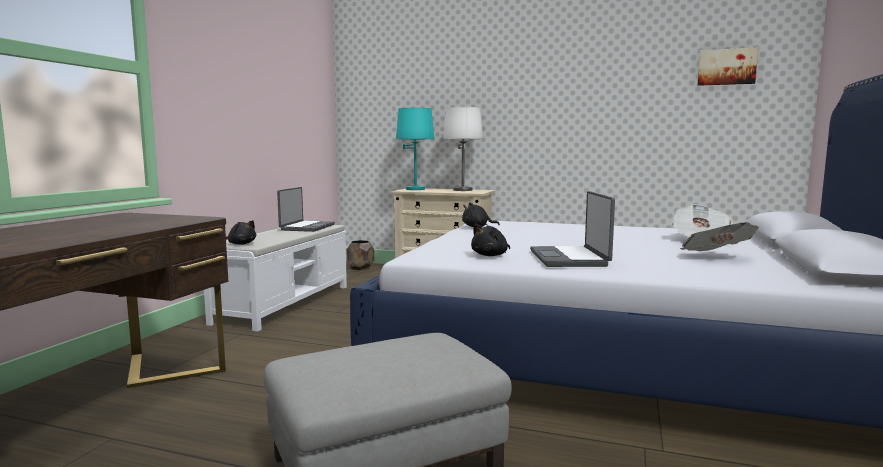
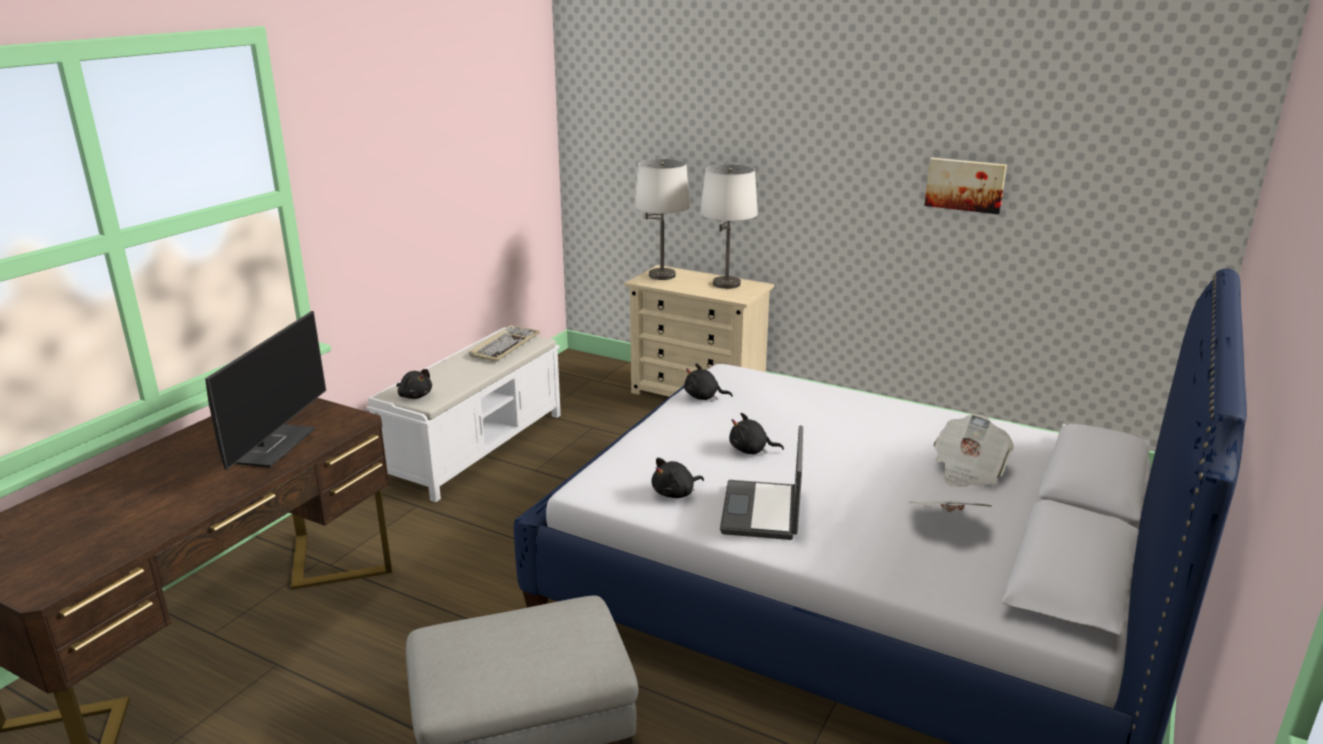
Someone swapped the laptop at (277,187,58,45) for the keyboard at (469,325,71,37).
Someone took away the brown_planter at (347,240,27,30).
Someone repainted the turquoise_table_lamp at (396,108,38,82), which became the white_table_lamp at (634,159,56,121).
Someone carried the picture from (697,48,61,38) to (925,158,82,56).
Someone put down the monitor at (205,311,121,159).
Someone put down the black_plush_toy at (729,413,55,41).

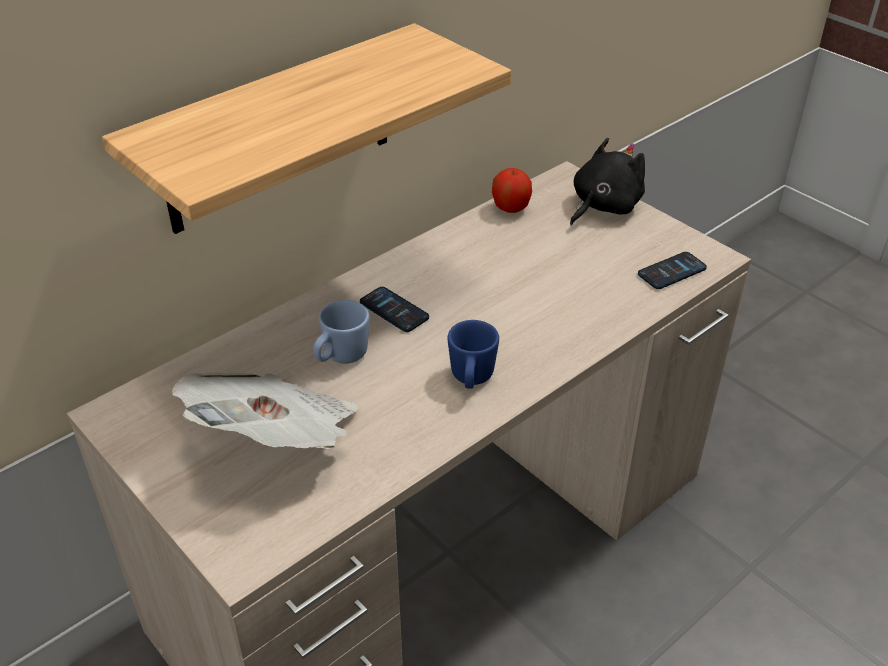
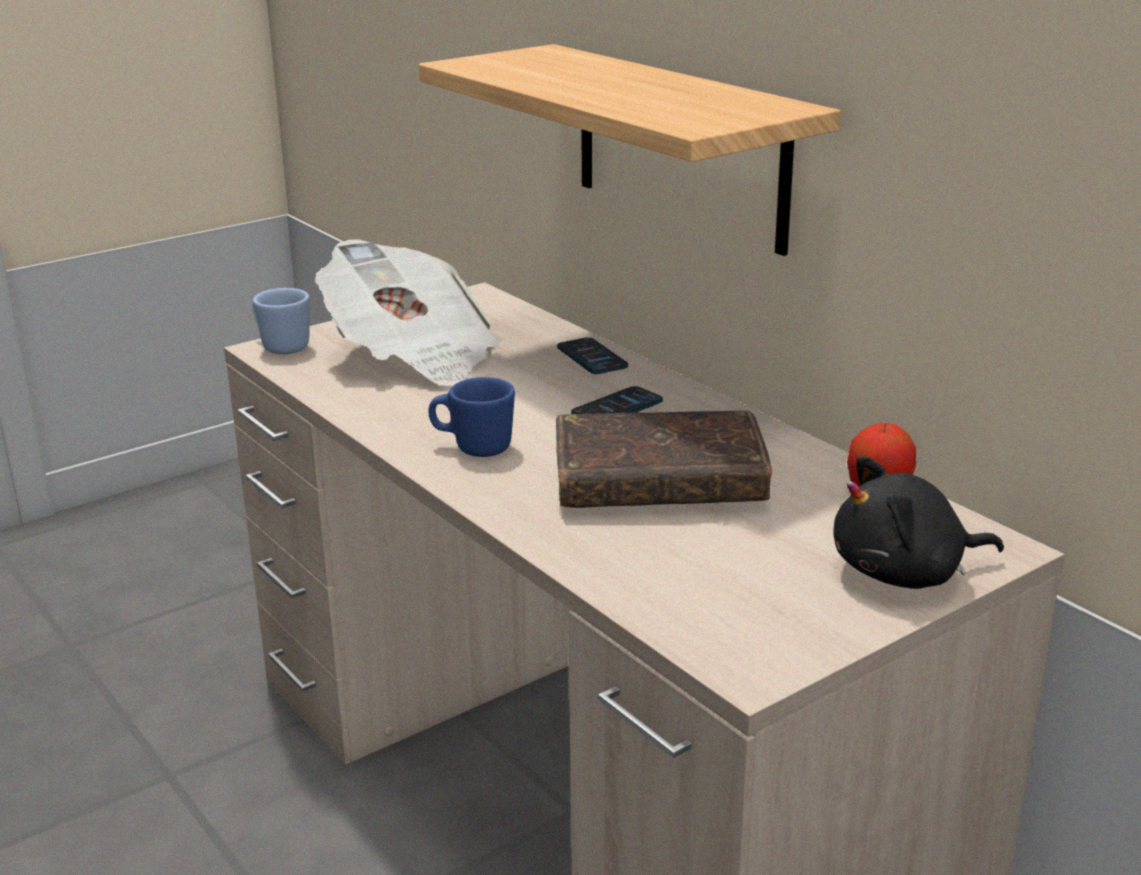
Someone carried the blue_mug from (313,300,56,63) to (253,288,57,66).
Someone rotated the black_plush_toy at (570,138,75,87) by 120 degrees clockwise.
Someone carried the phone from (638,252,69,37) to (557,337,71,37).
Someone put down the brown_book at (556,411,216,97).

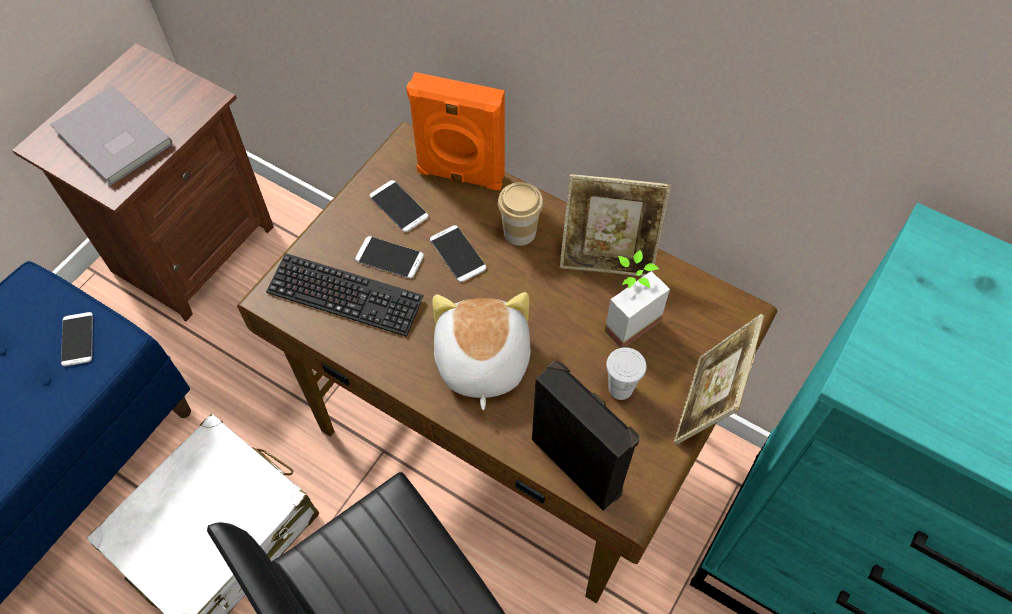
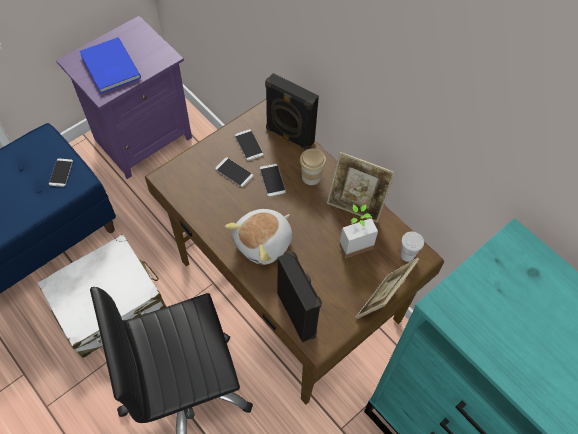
Someone repainted the brown_nightstand at (12,43,262,278), which became the purple_nightstand at (56,16,136,163).
Someone repainted the grey_book at (50,86,122,100), which became the blue_book at (79,37,62,56).
Someone took away the keyboard at (266,253,158,84).
Someone repainted the orange_speaker at (406,72,99,118), which became the black_speaker at (265,73,54,77).
Someone rotated the plush_toy at (432,292,99,118) by 150 degrees counterclockwise.
Someone carried the white_cup from (606,347,41,53) to (401,232,23,30).

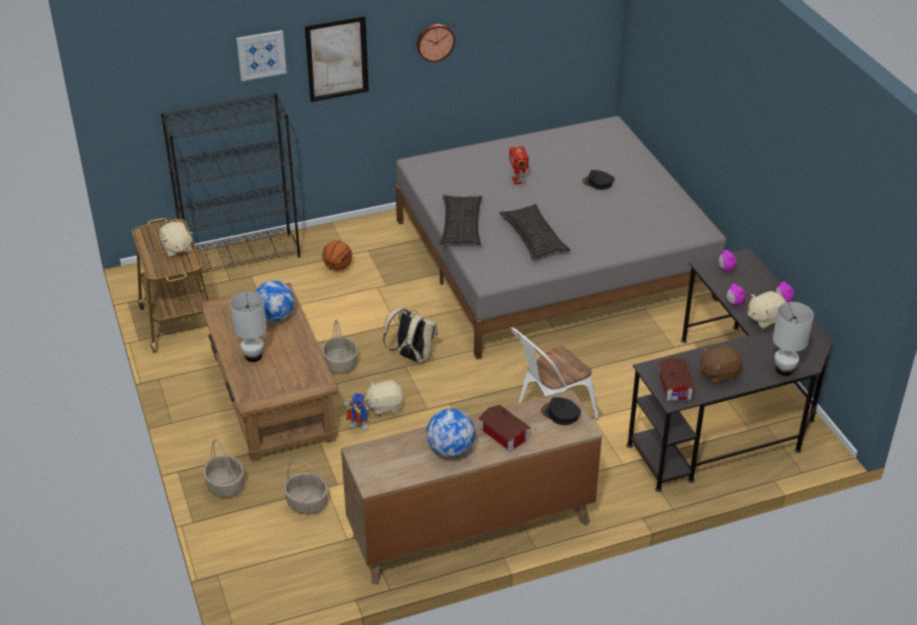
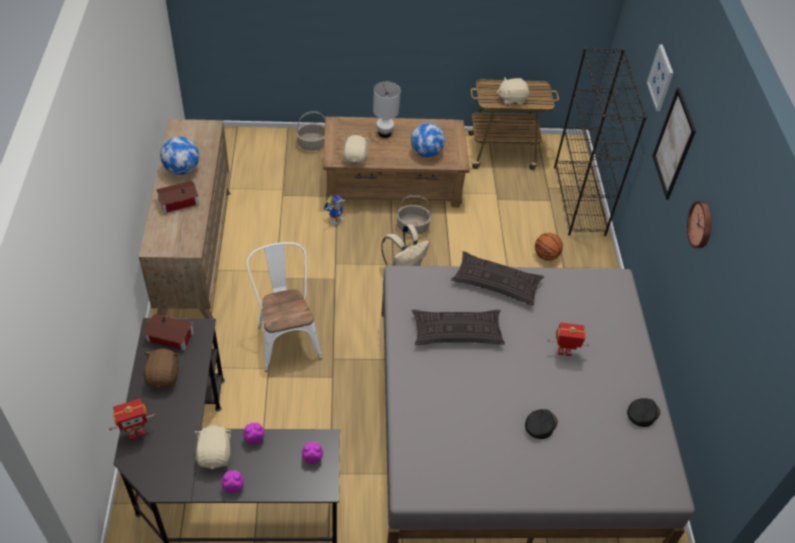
Someone took away the basket at (283,459,45,56).
Someone carried the beige_plush_toy from (364,380,40,36) to (343,135,27,29).
Someone carried the black_cap from (541,397,40,28) to (627,398,33,29).
Someone swapped the white_table_lamp at (773,302,41,74) for the toy_robot at (109,399,47,41).

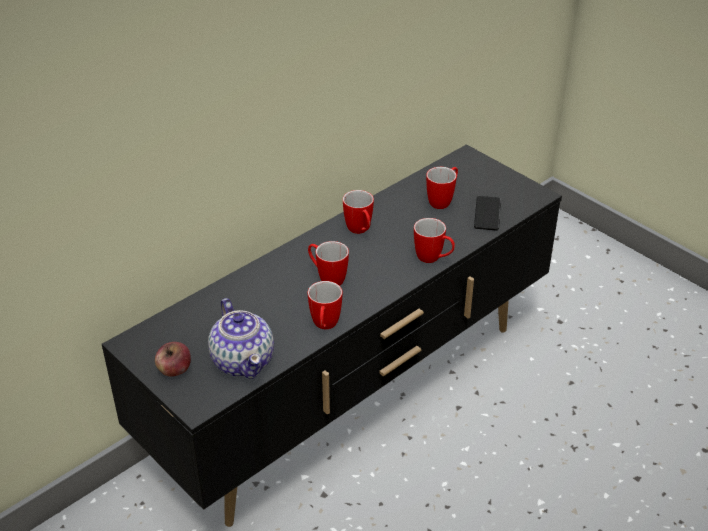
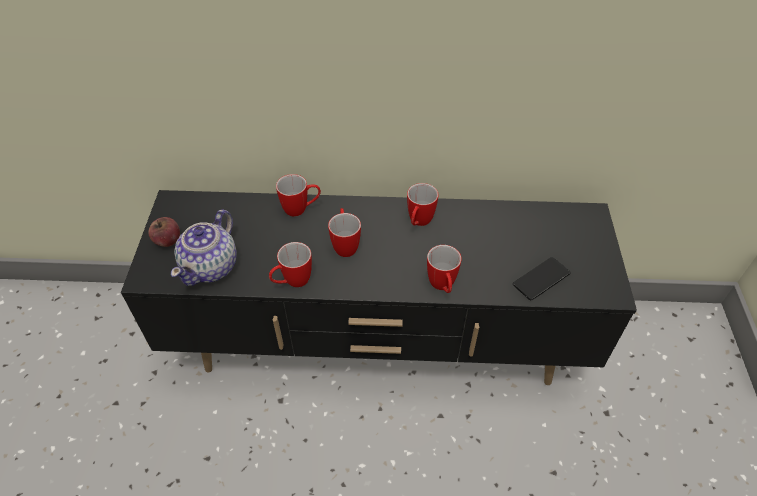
Someone carried the mug from (426,167,32,42) to (276,174,45,43).

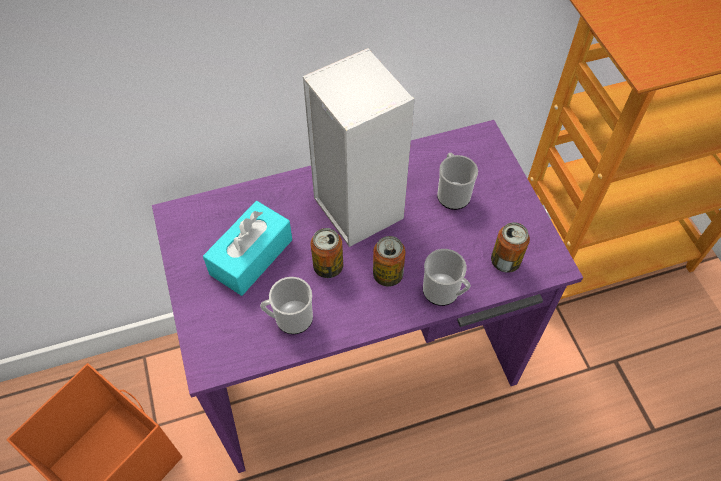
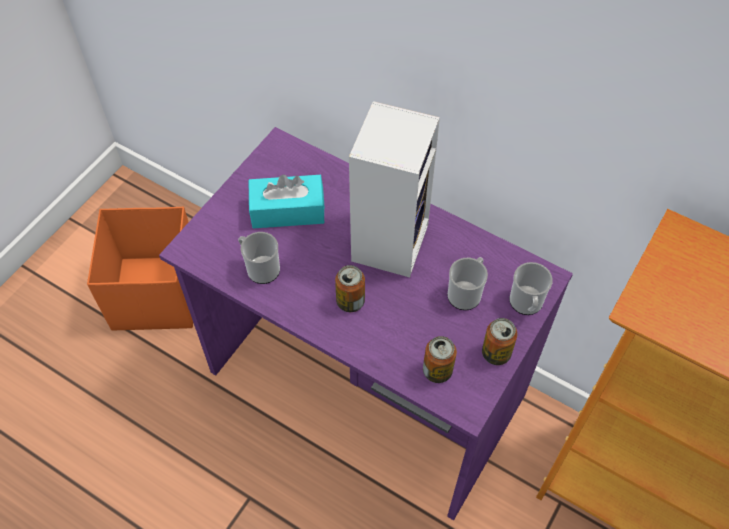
Someone carried the can from (310,228,33,50) to (482,318,35,47).
Someone carried the mug from (423,249,48,57) to (510,262,43,53).

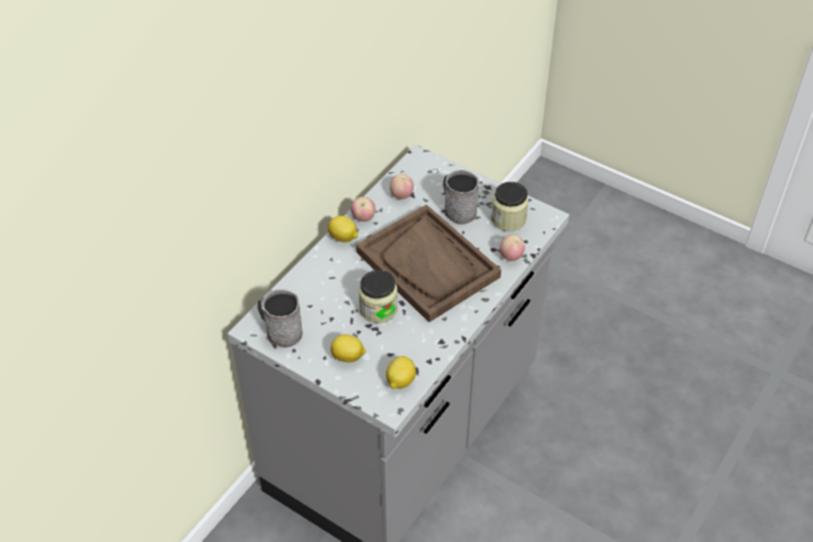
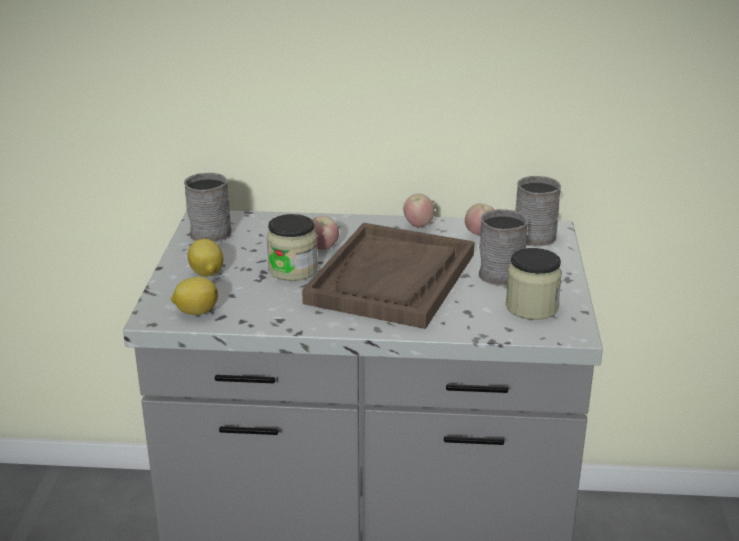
Someone took away the lemon at (328,216,30,26).
Someone carried the apple from (499,235,26,26) to (312,216,27,34).
Someone put down the grey_mug at (515,176,46,71).

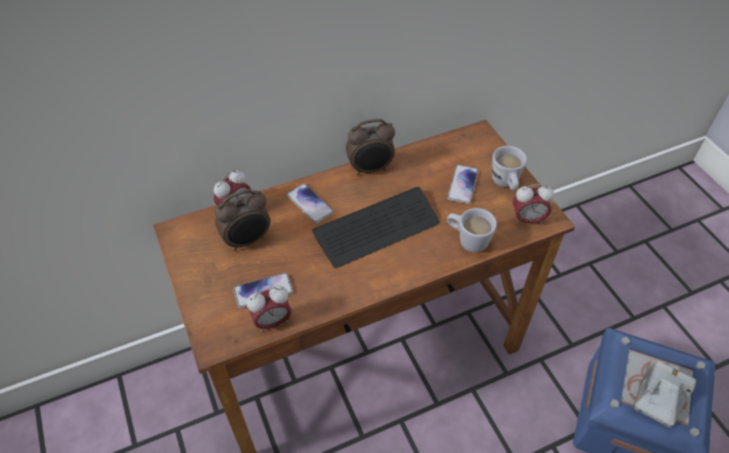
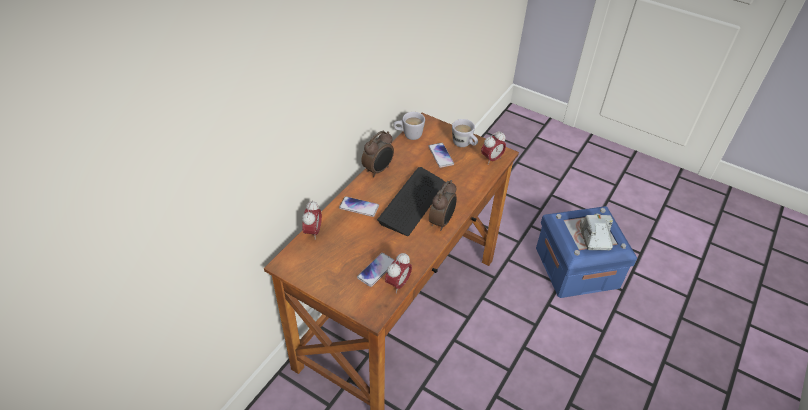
Someone carried the alarm_clock from (215,189,55,62) to (429,180,28,51).
Someone carried the white_mug from (447,208,50,45) to (393,112,32,28).

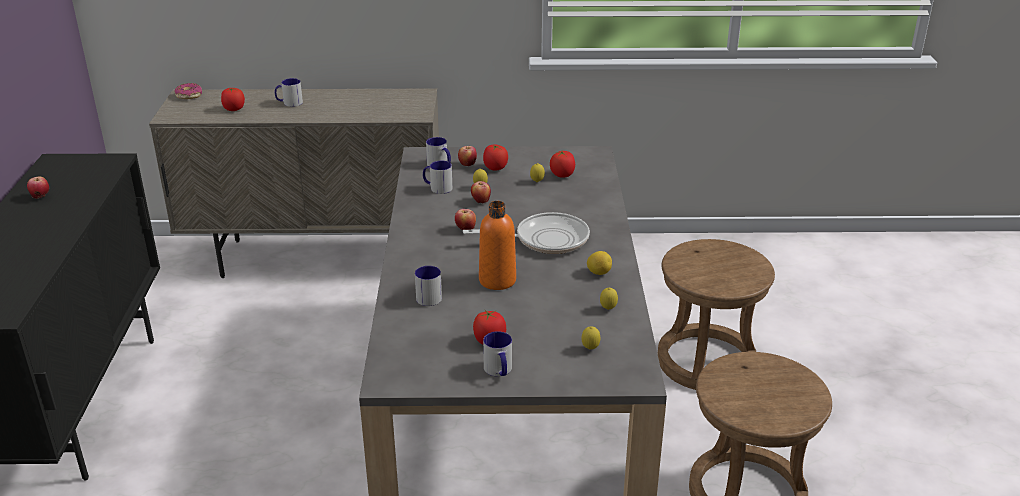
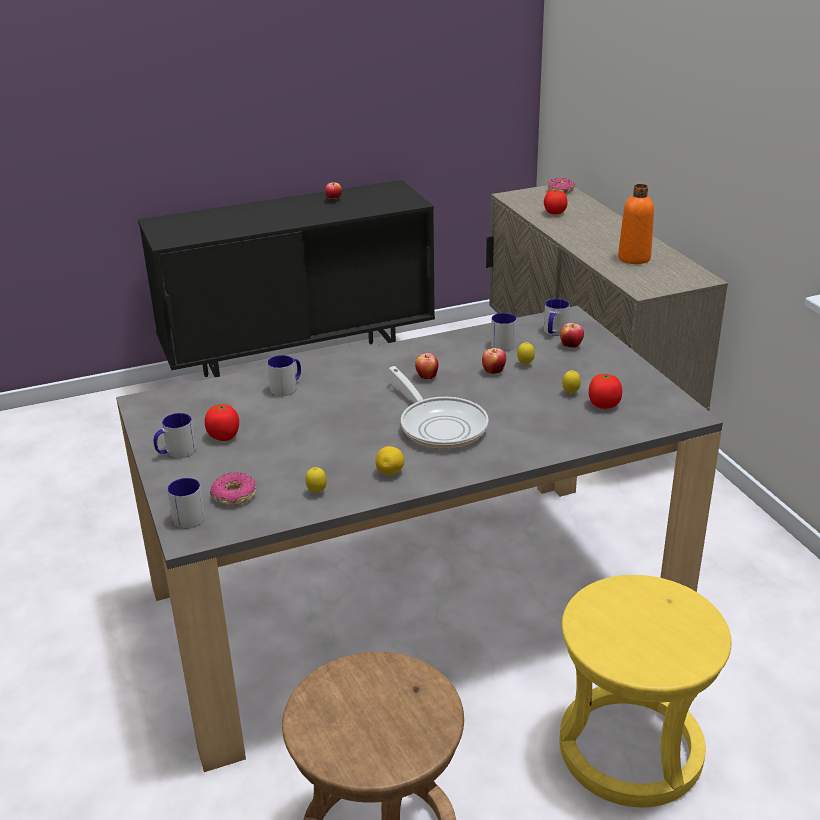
Someone carried the mug from (275,78,28,29) to (167,478,38,50).
Someone carried the orange_bottle from (479,201,37,89) to (618,184,36,80).
Someone took away the tomato at (483,144,25,26).
Someone swapped the lemon at (582,326,19,24) for the donut at (210,472,46,33).
Someone repainted the brown_stool at (658,239,117,151), which became the yellow_stool at (559,575,173,232).

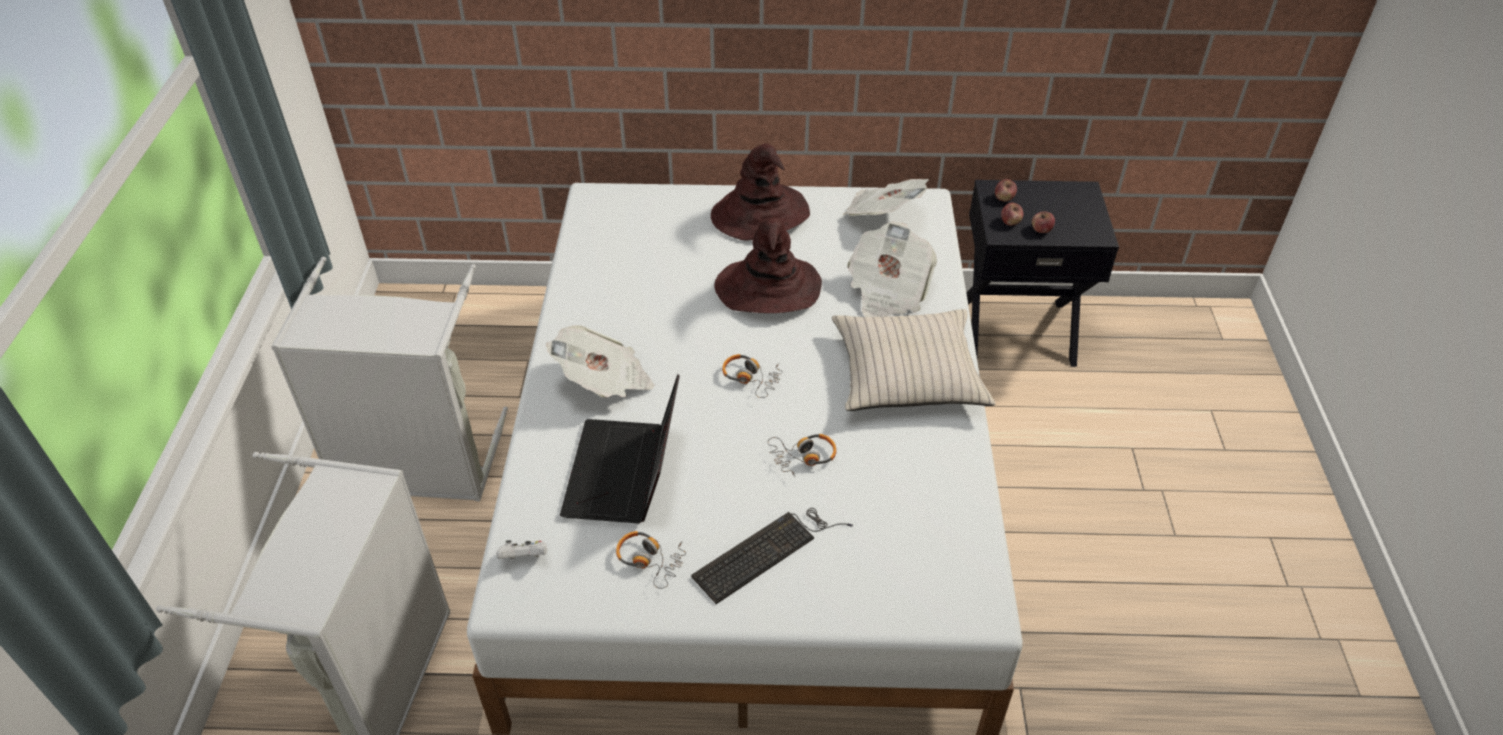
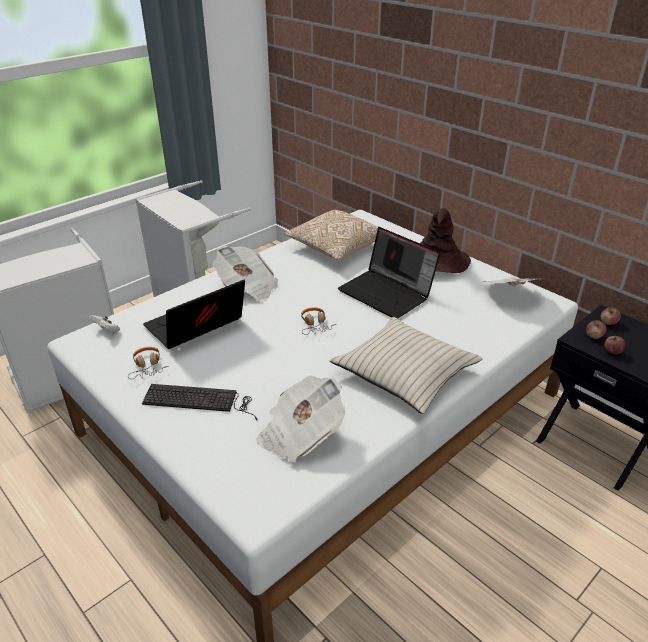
Someone swapped the brown_hat at (714,217,108,96) for the laptop at (338,227,102,92).
Someone took away the headphones at (767,434,69,43).
Someone carried the newspaper from (847,222,90,95) to (256,375,89,88).
Someone put down the pillow at (284,210,94,51).

